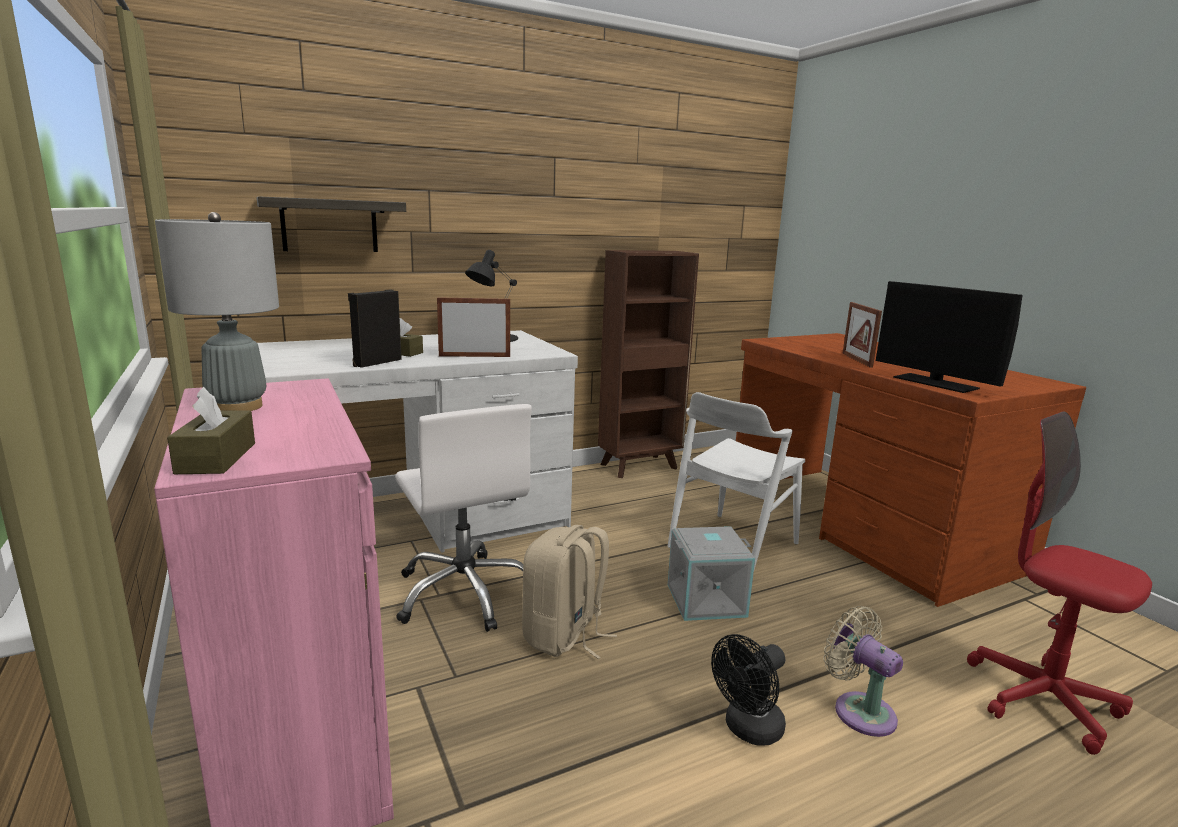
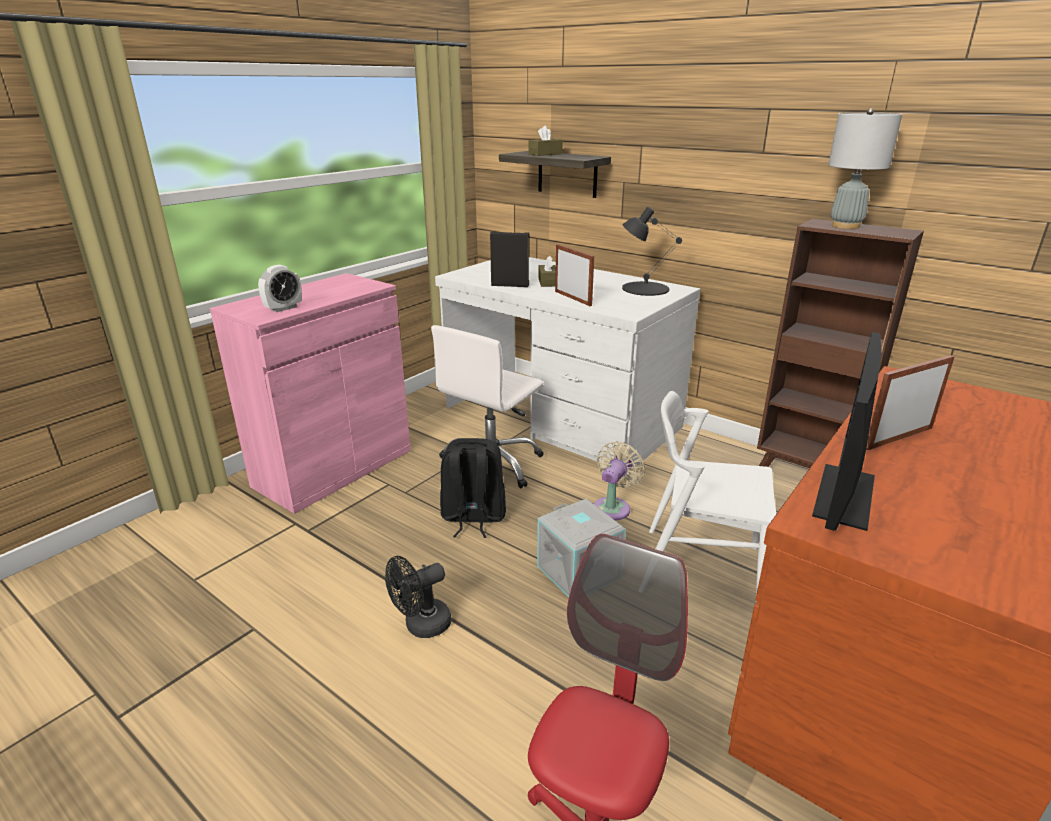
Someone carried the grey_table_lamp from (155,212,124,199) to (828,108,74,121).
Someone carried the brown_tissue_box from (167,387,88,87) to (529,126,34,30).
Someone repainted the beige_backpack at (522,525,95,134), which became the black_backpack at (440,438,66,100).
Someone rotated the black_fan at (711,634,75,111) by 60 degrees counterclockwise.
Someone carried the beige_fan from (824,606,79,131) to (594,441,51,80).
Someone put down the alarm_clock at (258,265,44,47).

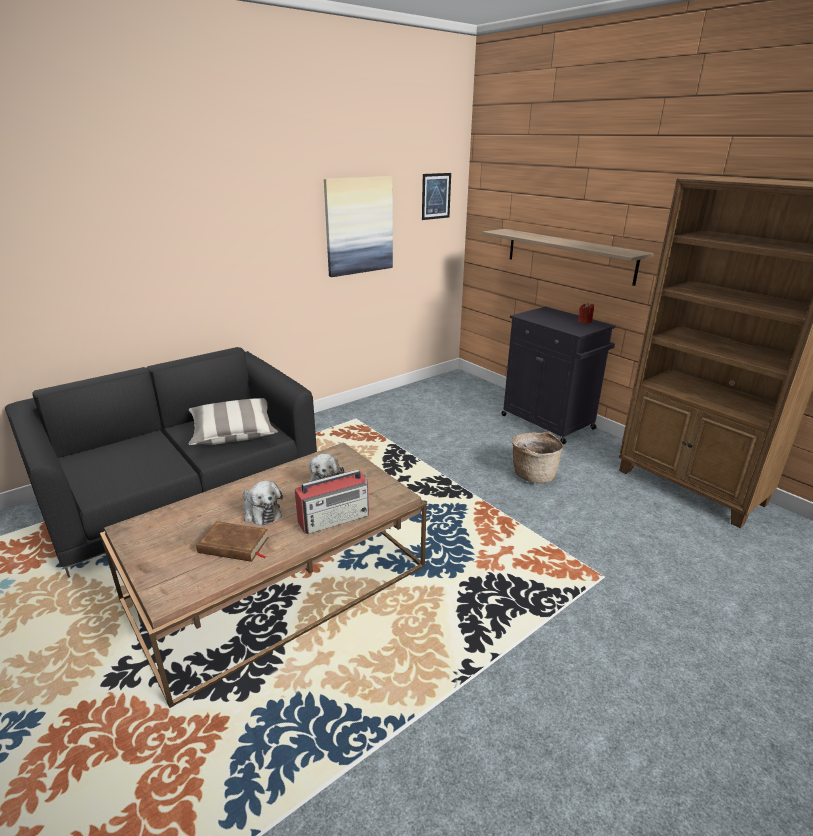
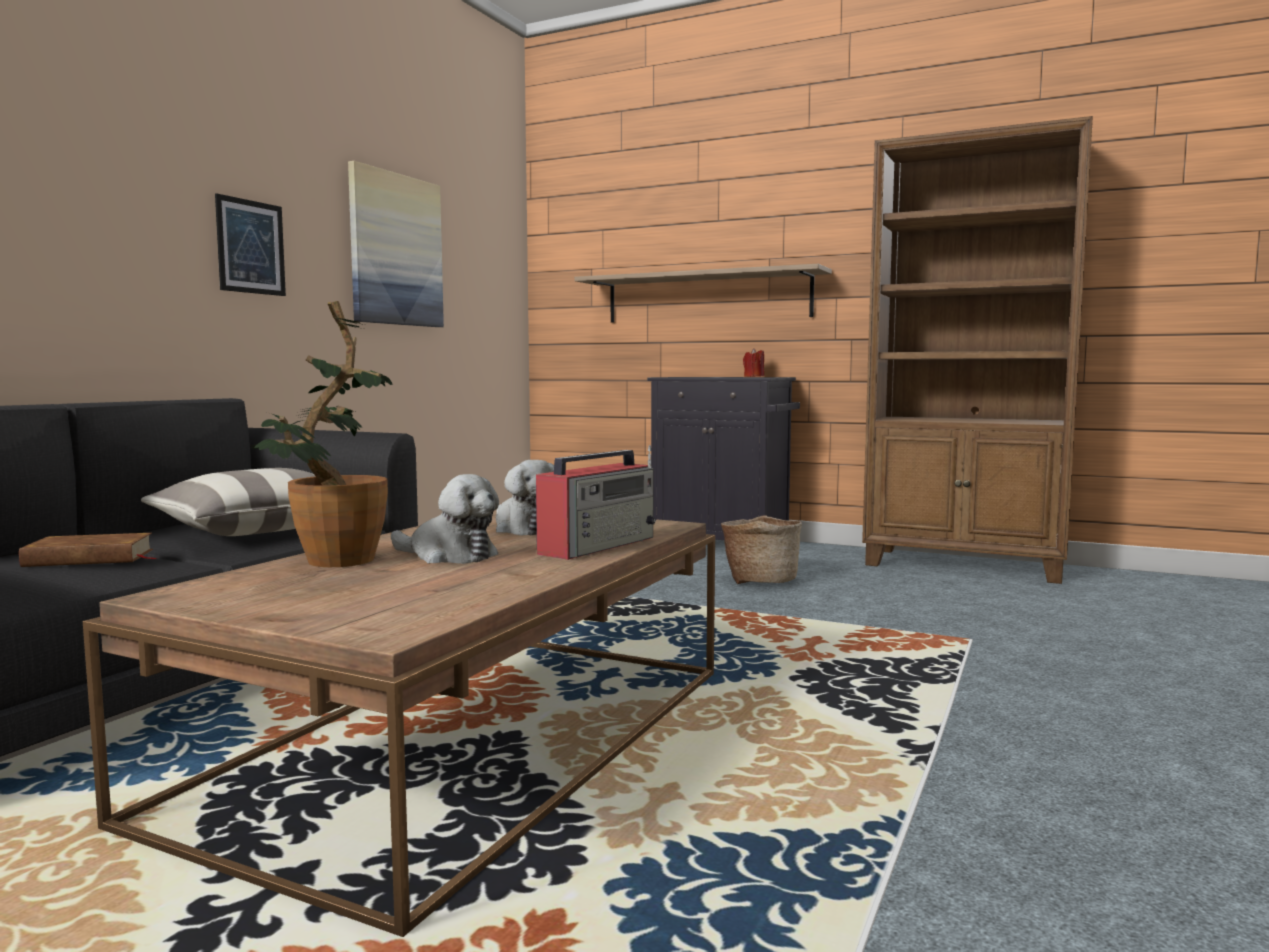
Someone carried the brown_book from (196,521,73,41) to (19,533,138,34).
Someone carried the picture from (422,173,29,47) to (215,193,71,103).
Someone put down the potted_plant at (252,301,141,266).

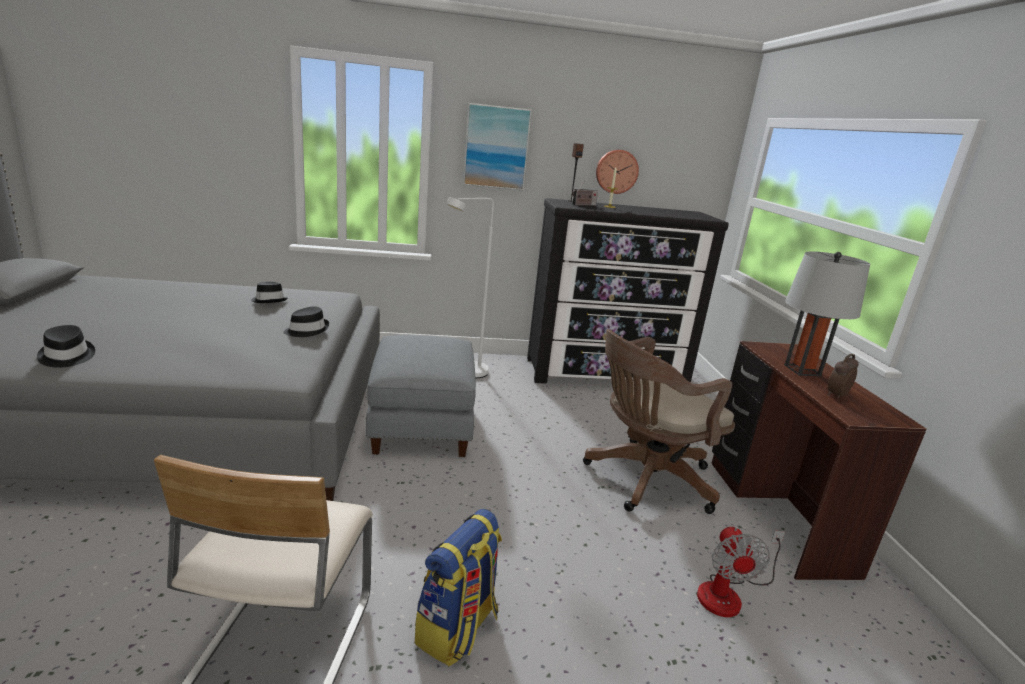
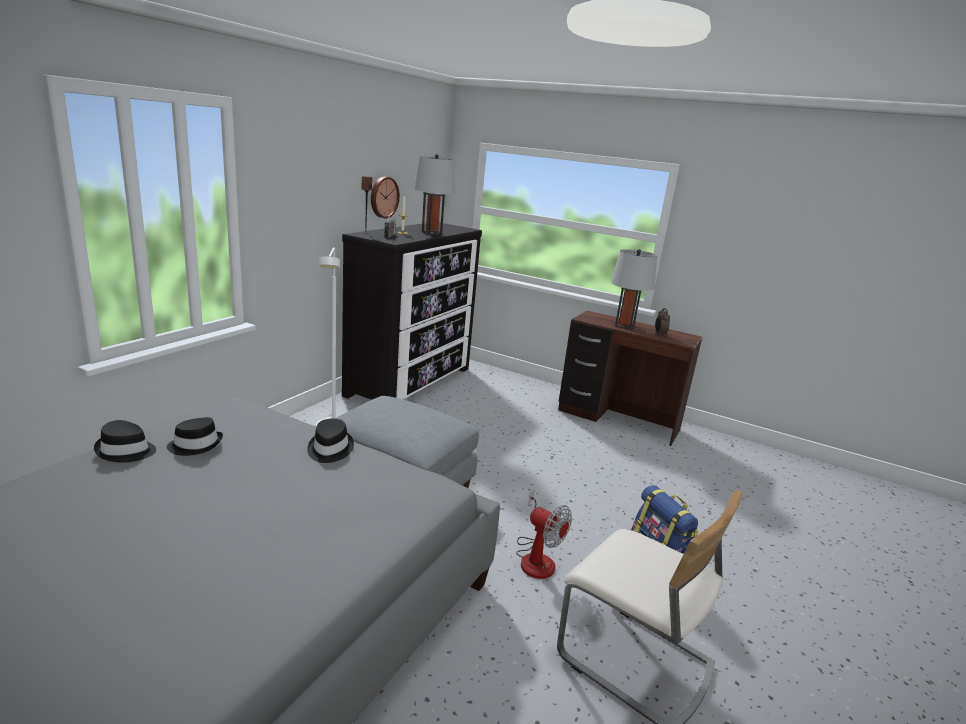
Someone carried the black_hat from (37,325,58,43) to (94,420,62,43).
Someone took away the picture at (463,103,69,88).
Someone took away the brown_office_chair at (583,329,152,185).
Someone carried the fan from (697,526,88,91) to (516,490,56,89).
Someone put down the grey_table_lamp at (414,154,41,81).

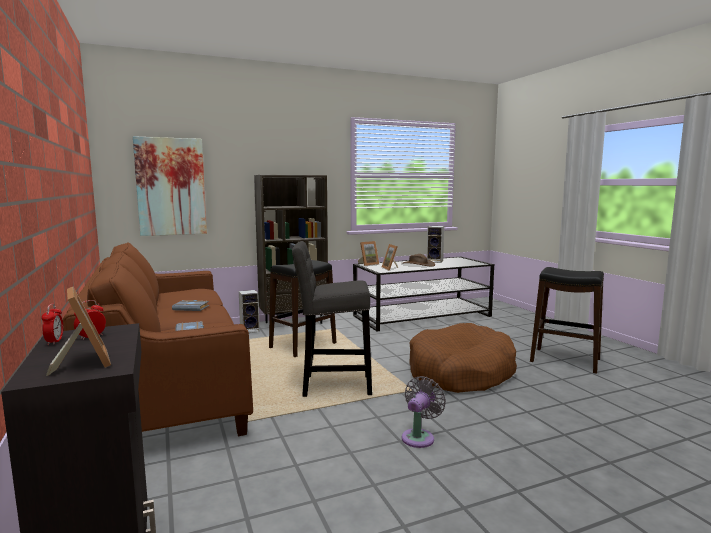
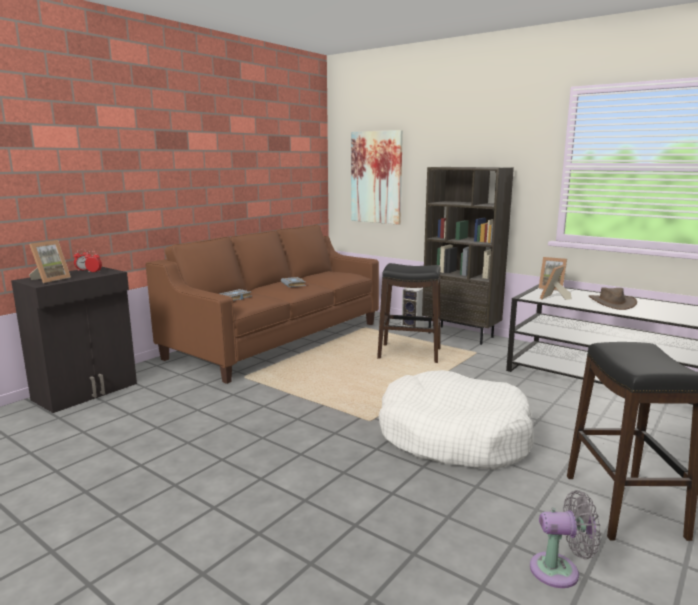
Someone took away the grey_stool at (292,241,80,156).
Someone carried the grey_fan from (402,376,44,72) to (530,490,71,98).
Someone repainted the brown_dog_bed at (409,323,108,70), which became the white_dog_bed at (379,370,155,100).
Someone took away the speaker at (427,226,17,37).

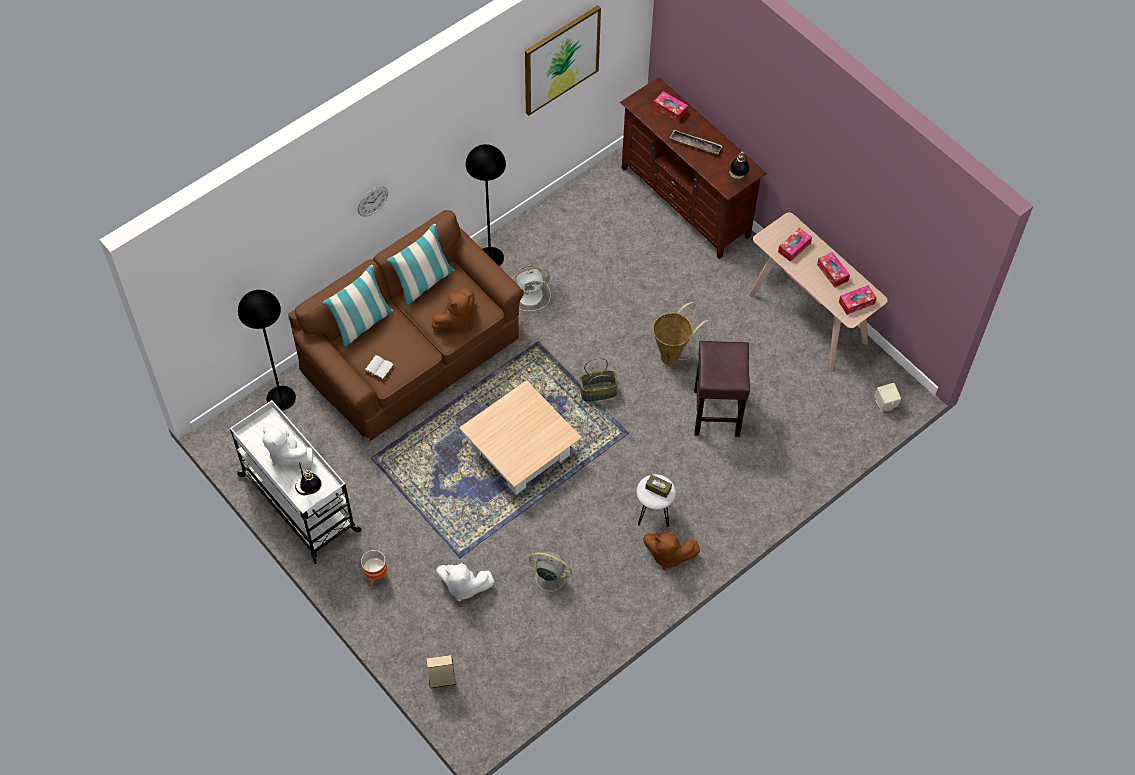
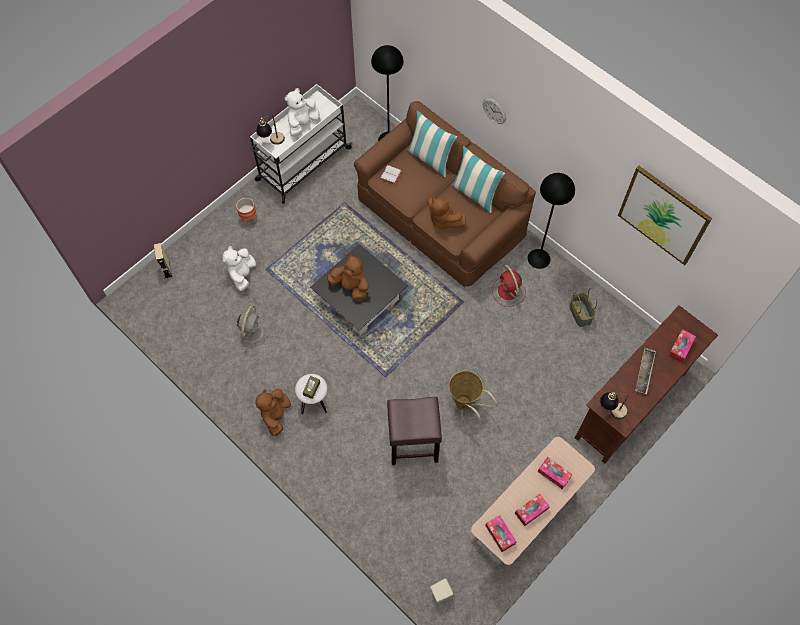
Someone repainted the beige_coffee_table at (459,380,123,114), which became the black_coffee_table at (310,244,98,91).
Someone repainted the white_fan at (511,267,40,44), which became the red_fan at (492,265,34,42).
Someone carried the basket from (579,358,39,44) to (569,288,28,39).
Someone put down the brown_plush_toy at (327,254,42,47).

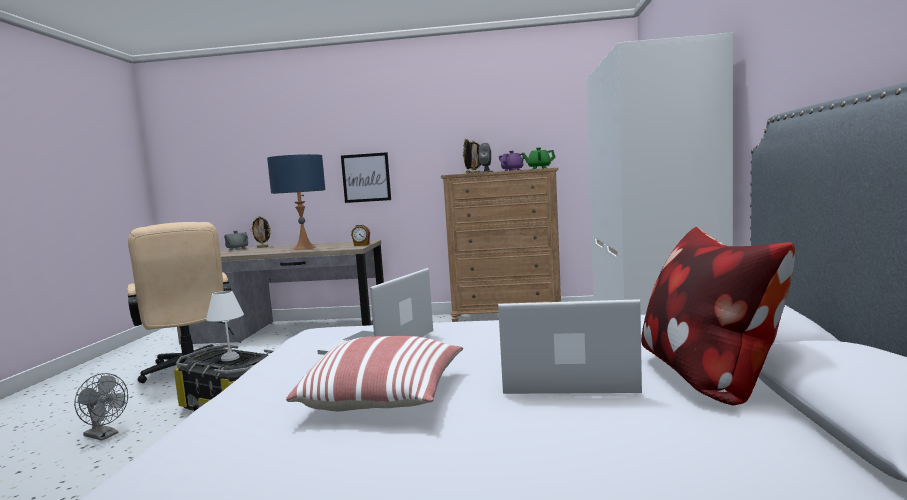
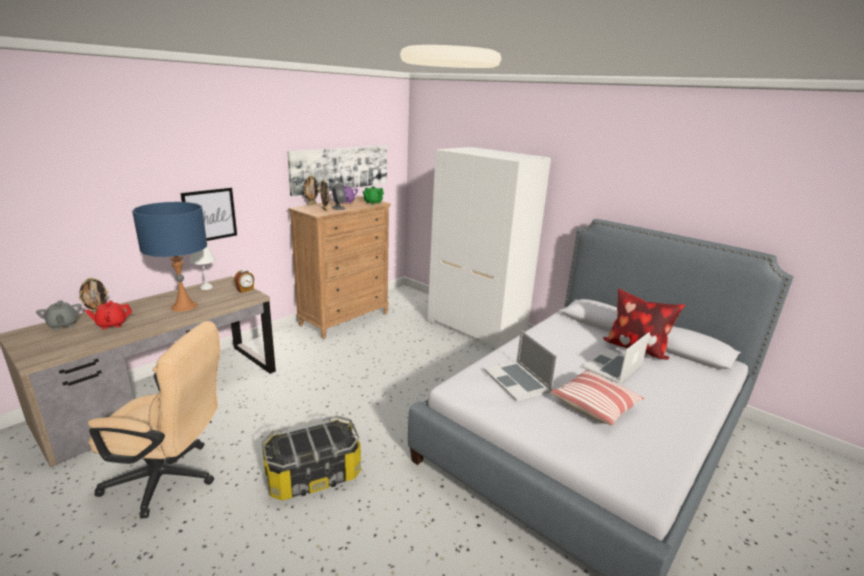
Someone took away the grey_fan at (74,373,54,68).
Someone carried the white_table_lamp from (206,291,38,70) to (189,244,27,46).
Someone put down the red_teapot at (85,300,47,29).
Someone put up the picture at (287,145,100,51).

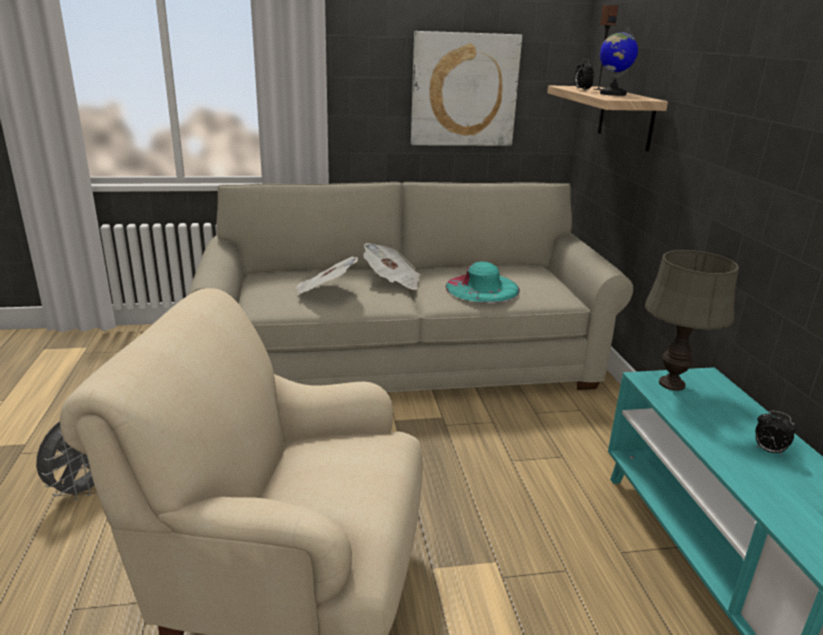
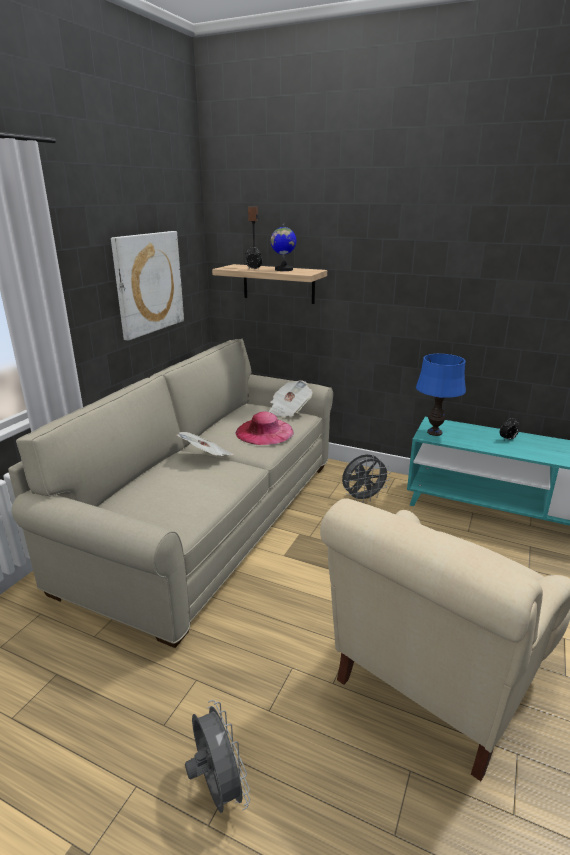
Someone carried the newspaper from (297,256,61,39) to (269,380,43,37).
Someone repainted the turquoise_hat at (445,261,75,42), which became the pink_hat at (235,411,59,34).
Someone repainted the grey_table_lamp at (645,250,94,141), which became the blue_table_lamp at (416,354,50,82).
Someone put down the grey_fan at (342,454,49,49).

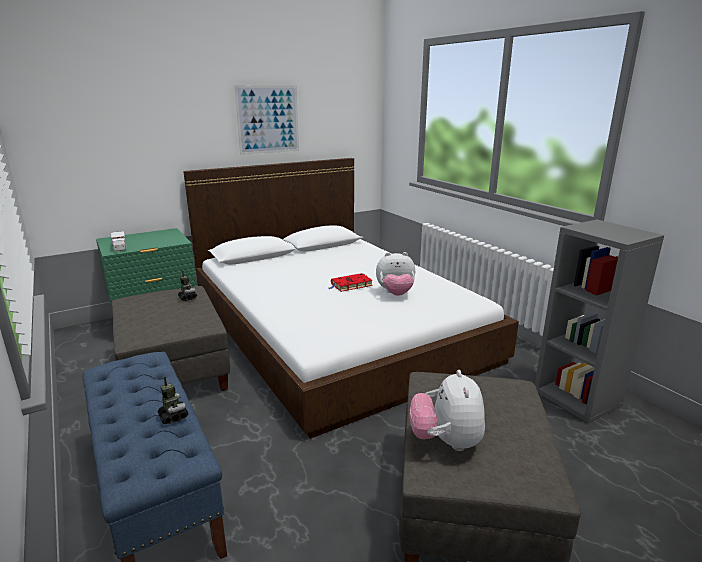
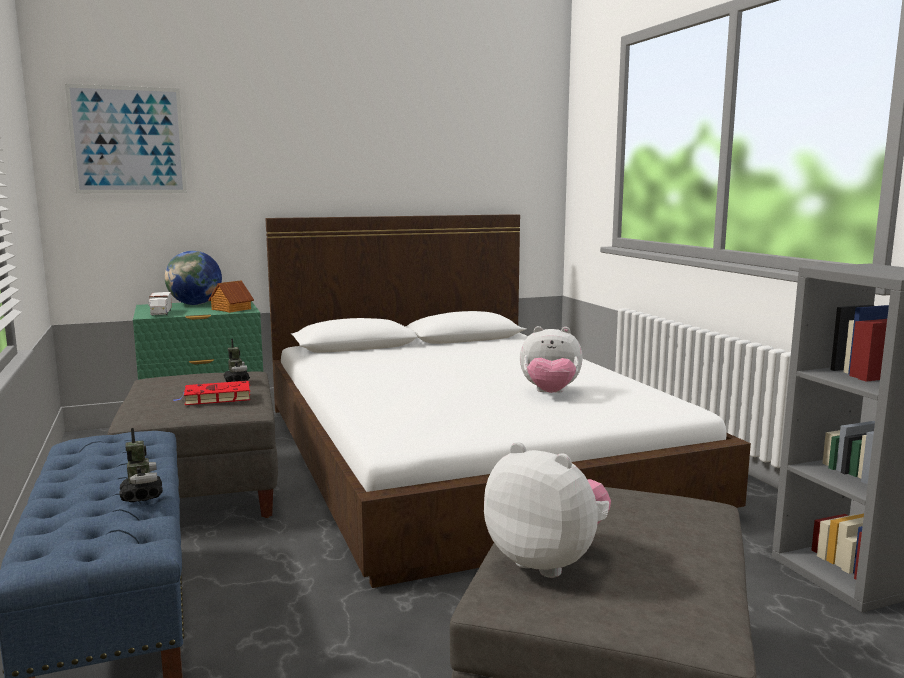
Someone carried the picture from (234,85,65,70) to (65,84,122,109).
Someone carried the red_book from (329,273,44,19) to (173,381,77,24).
Someone rotated the plush_toy at (409,370,76,81) by 120 degrees clockwise.
Someone put down the globe at (165,251,57,54).
Someone put down the toy_house at (208,280,46,33).

